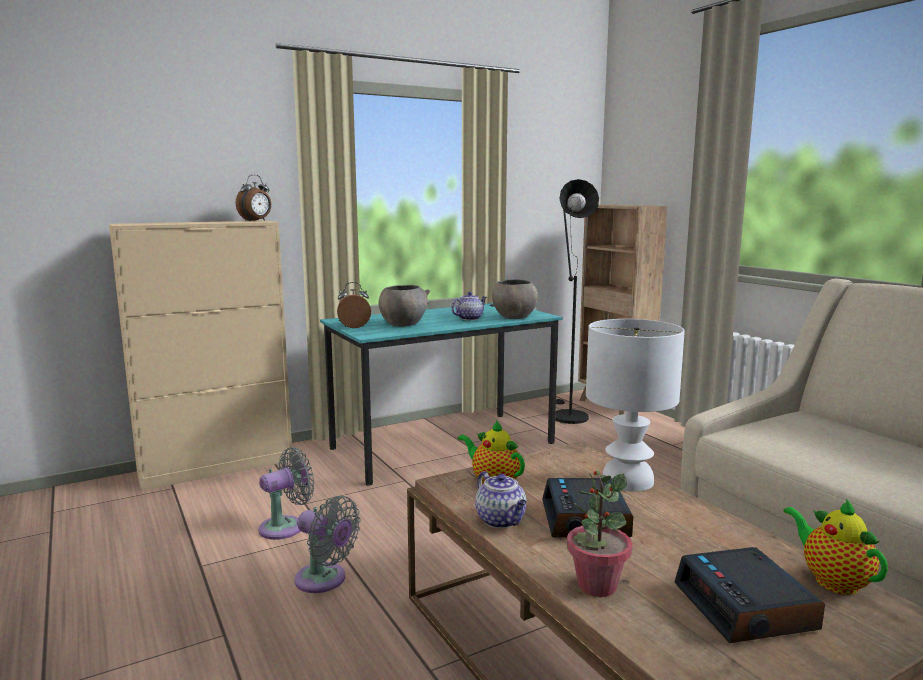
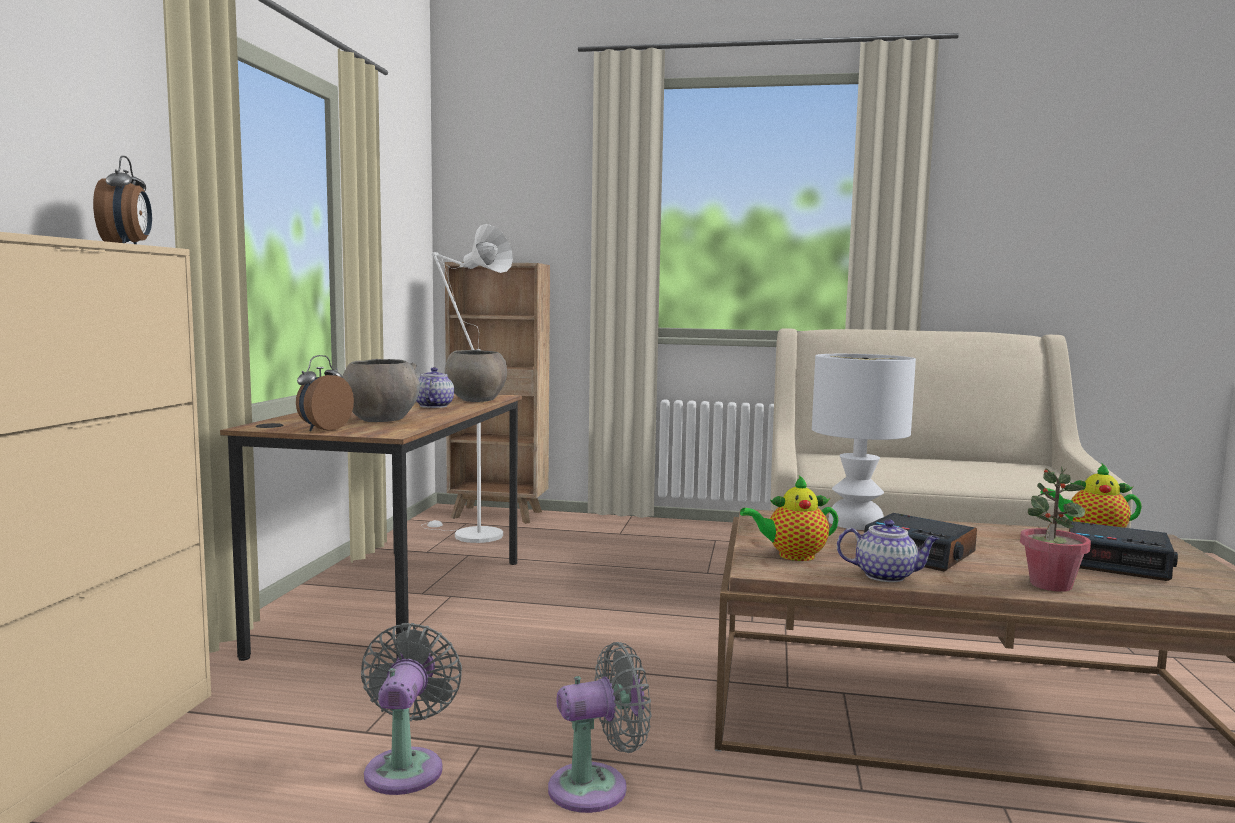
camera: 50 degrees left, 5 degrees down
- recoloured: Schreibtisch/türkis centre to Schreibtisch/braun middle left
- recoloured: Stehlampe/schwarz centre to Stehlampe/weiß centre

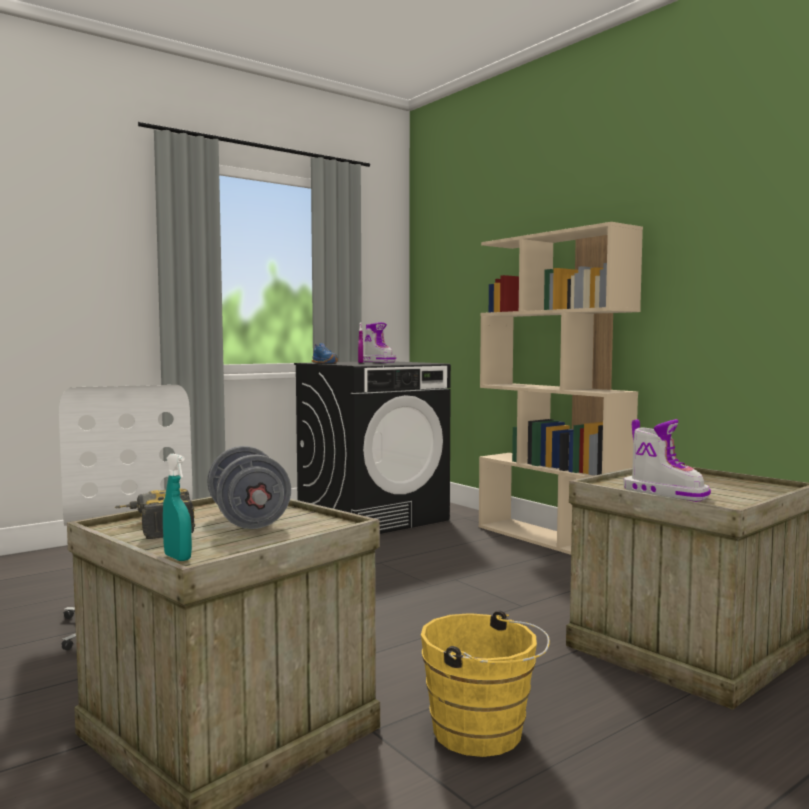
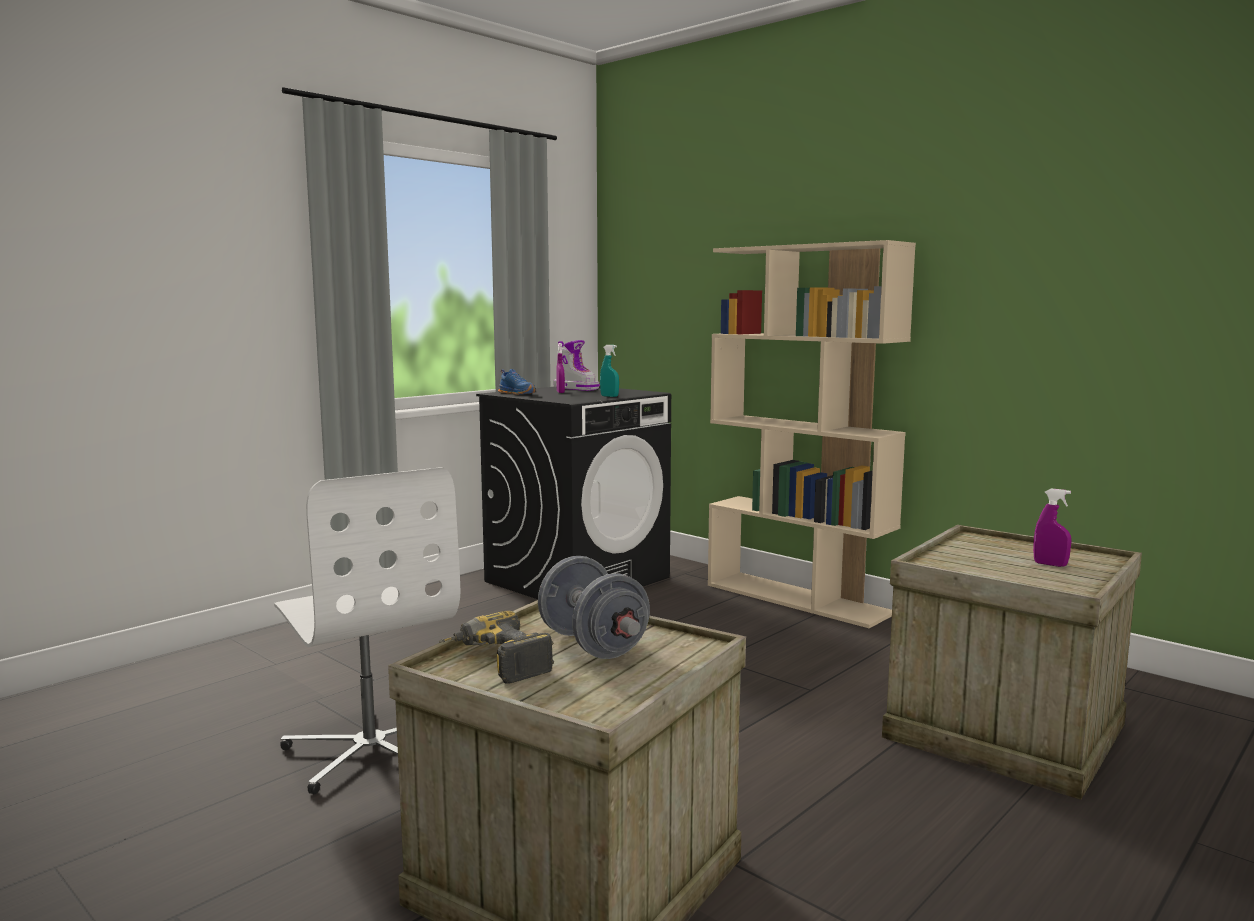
camera: 10 degrees left, 5 degrees up
- removed: Eimer/gelb bottom centre
- removed: Stiefel (2nd from left) middle right
- added: Sprühflasche/lila (2nd from left) middle right
- moved: Sprühflasche/türkis middle left to centre

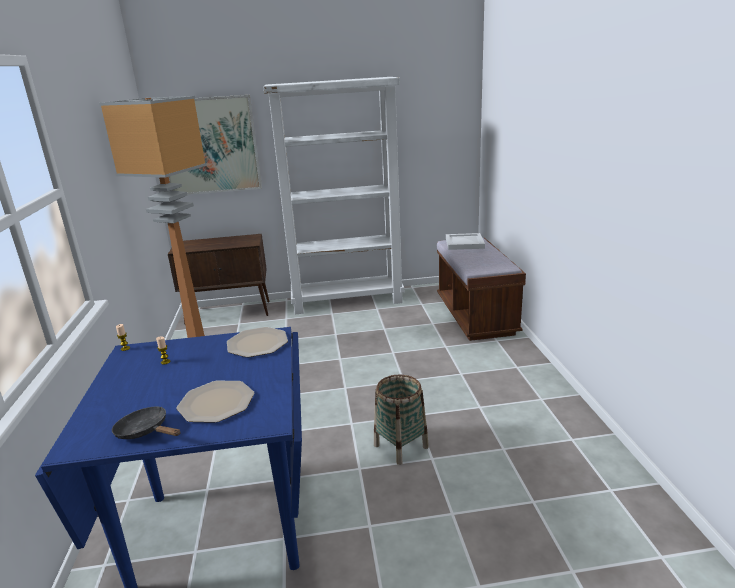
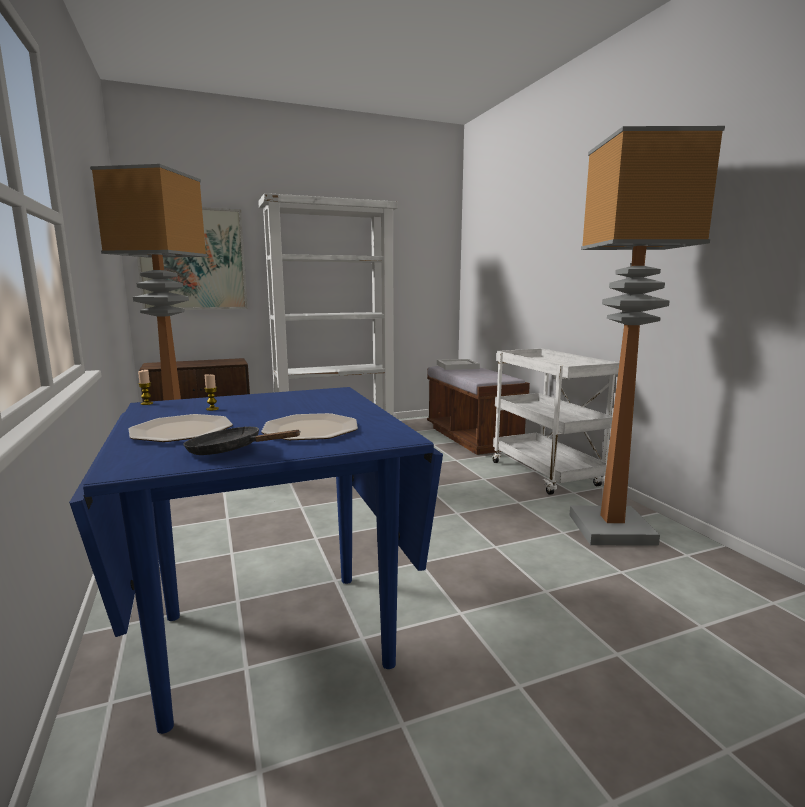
camera: 15 degrees left, 10 degrees down
- removed: Korb bottom centre
- added: Rollwagen/weiß middle right
- added: Stehlampe (2nd from left) middle right
- moved: Teller (2nd from left in the first image) centre to Teller (1st from left) middle left

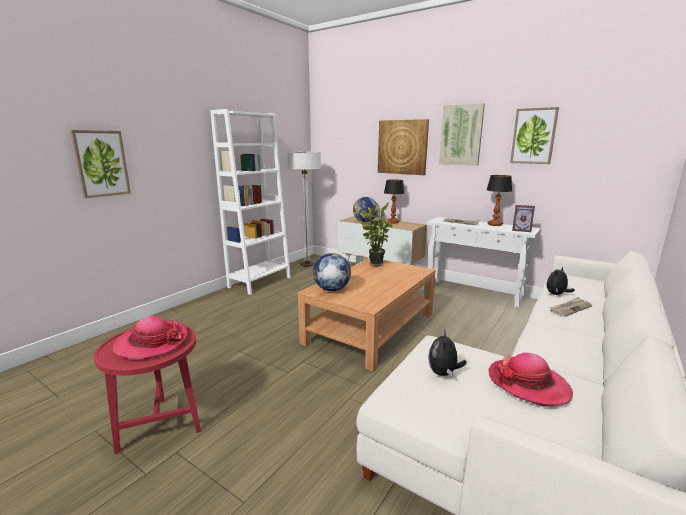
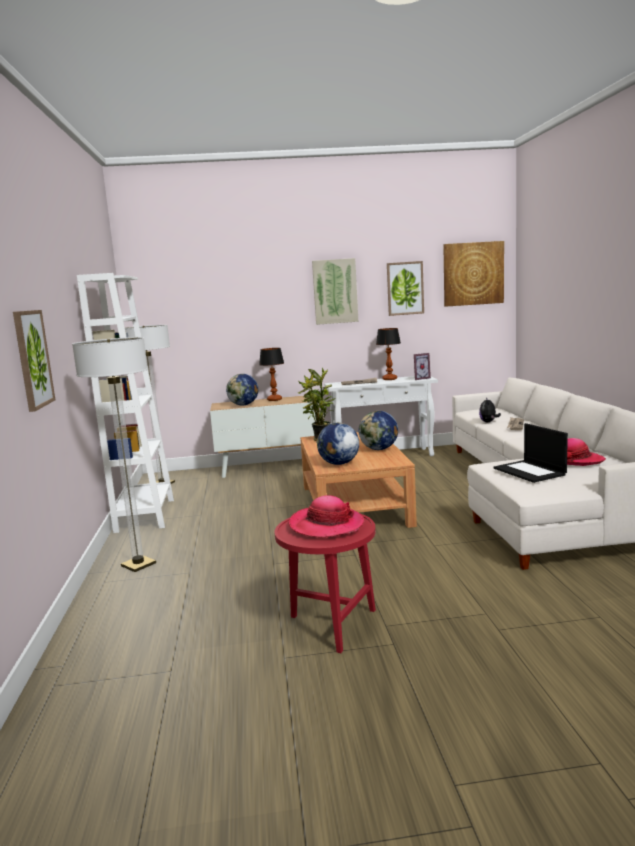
camera: 40 degrees left, 5 degrees down
- added: Stehlampe (1st from left) middle left
- added: Globus (3rd from left) centre
- moved: Bild (2nd from left in the first image) top centre to Bild (4th from left) top right
- replaced: Plüschtier (1st from left) bottom centre to Laptop middle right

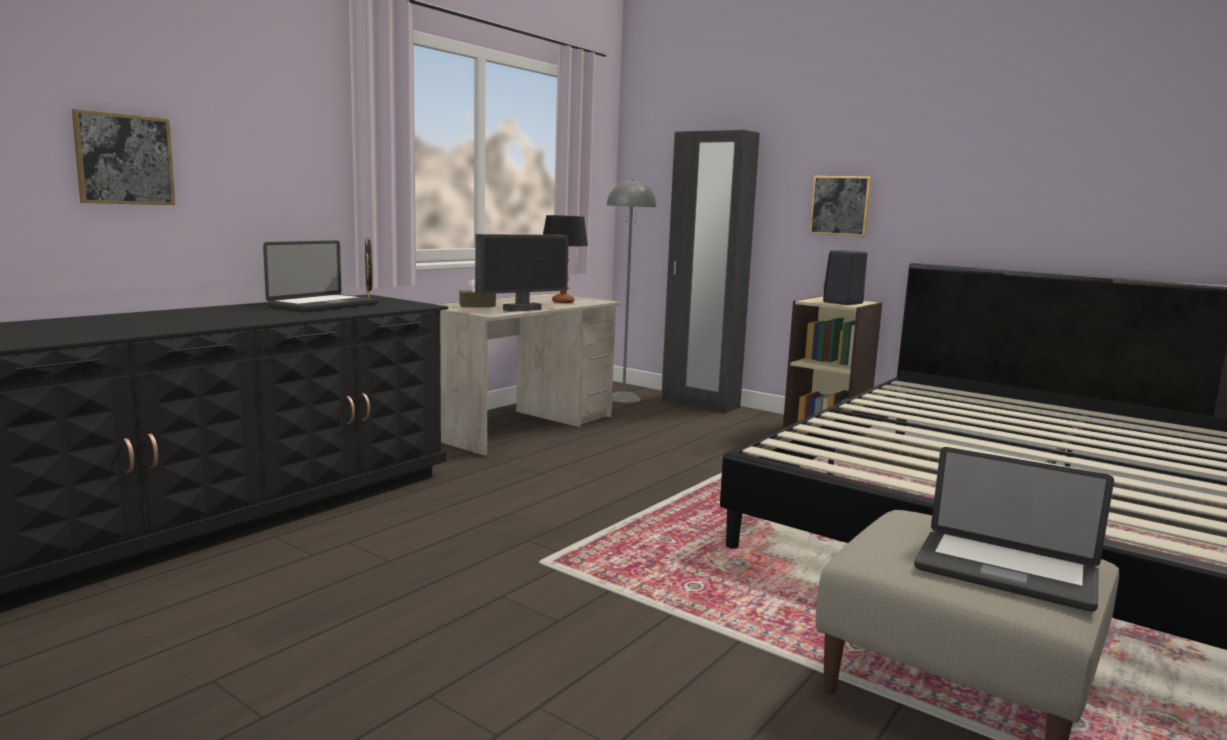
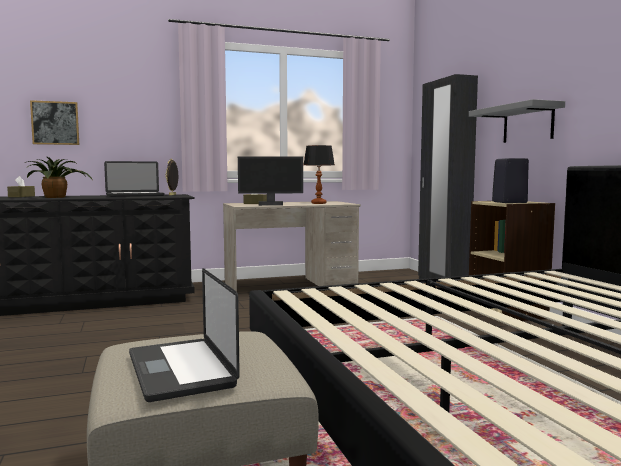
camera: 35 degrees right, 5 degrees down
- removed: Stehlampe/grau centre
- added: Taschentuchbox/braun (1st from left) middle left
- added: Topfpflanze middle left
- replaced: Bild (2nd from left) top right to Wandregal/grau top right

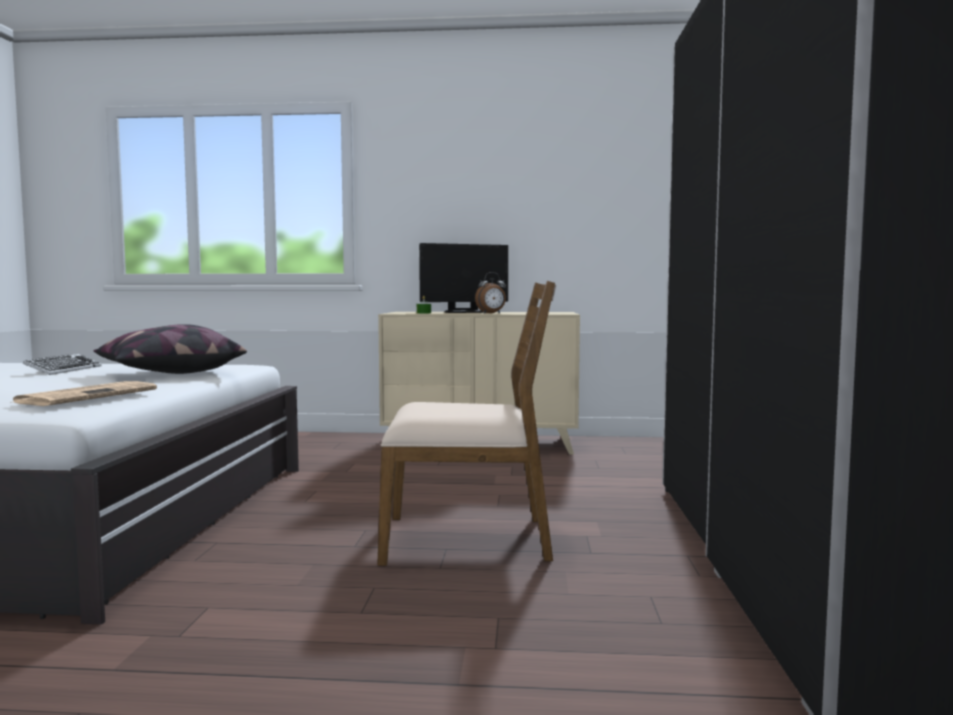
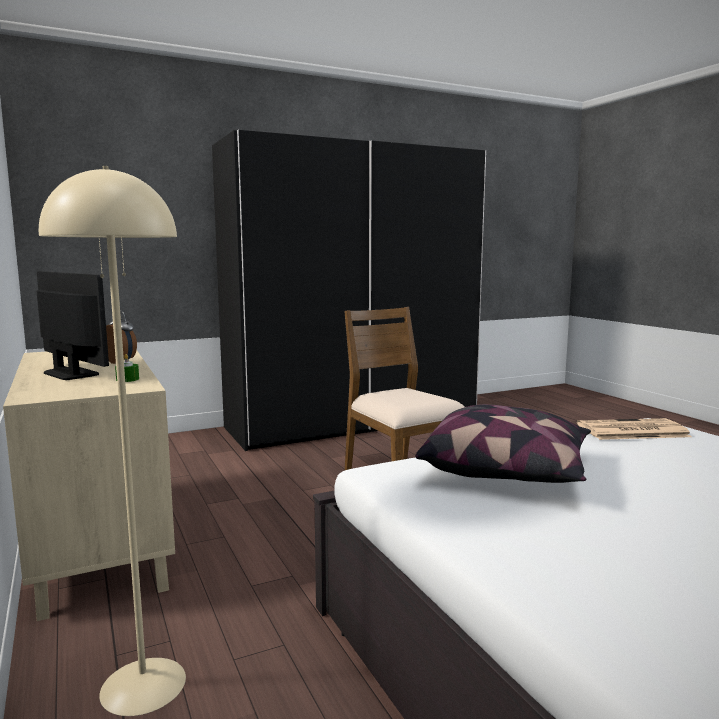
camera: 120 degrees left, 5 degrees up
- removed: Tastatur middle left
- added: Stehlampe/beige middle left

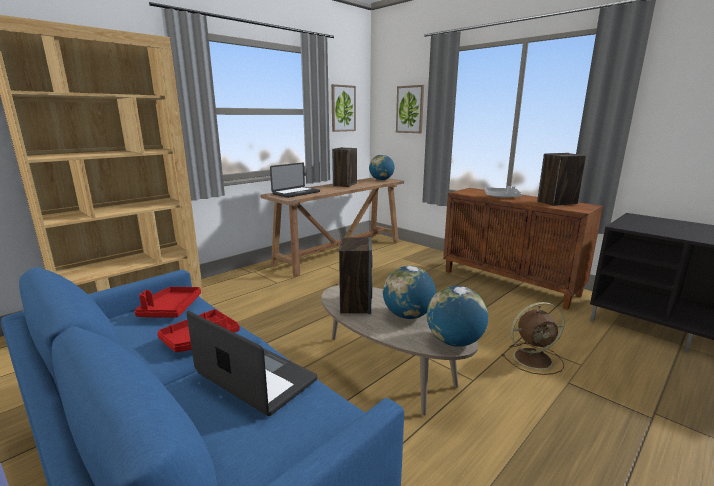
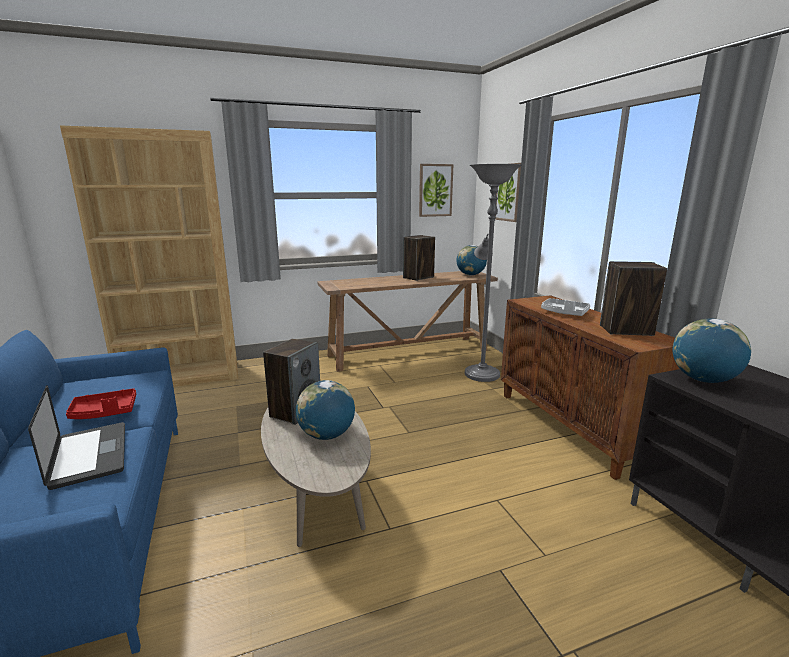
camera: 25 degrees right, 0 degrees up
- removed: Tablett/rot (1st from left) middle left
- removed: Laptop (2nd from left) centre
- removed: Ventilator/braun bottom right
- added: Stehlampe/grau centre
- moved: Globus (3rd from left) centre to middle right

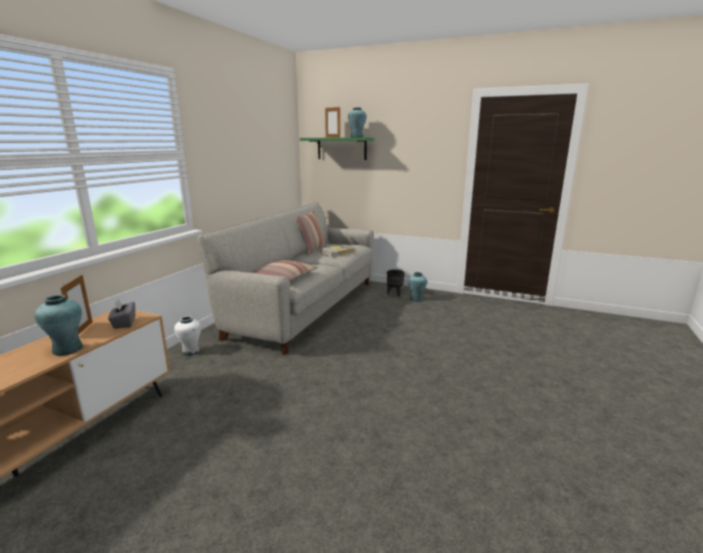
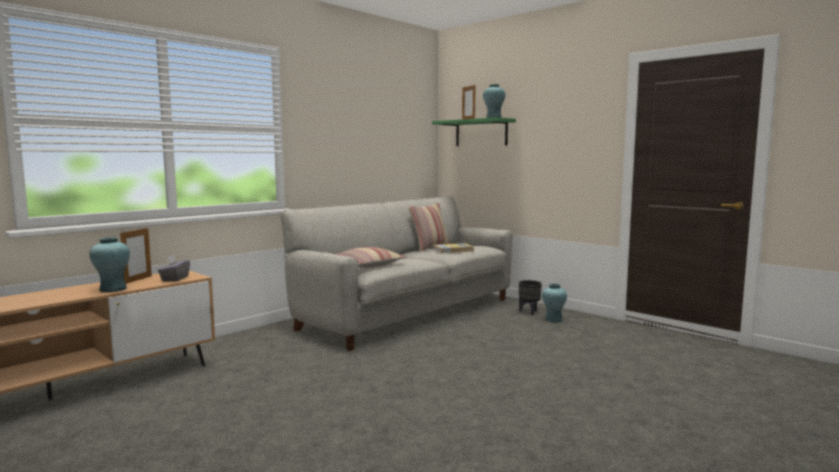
camera: 20 degrees right, 10 degrees down
- removed: Vase/weiß middle left

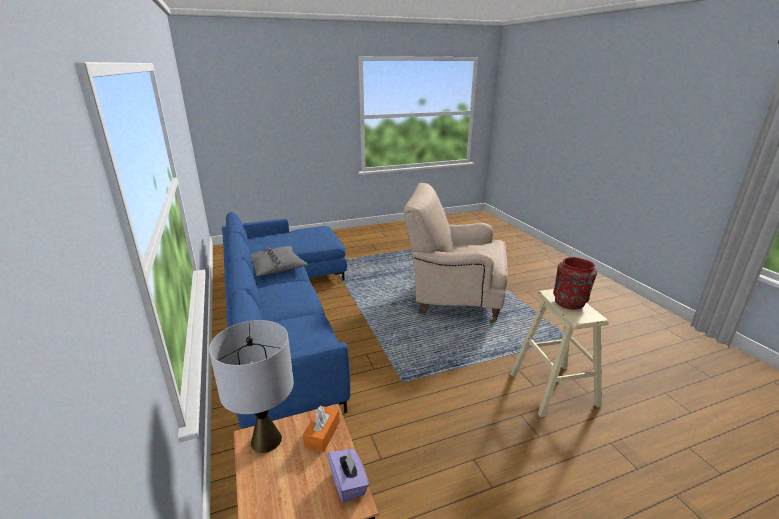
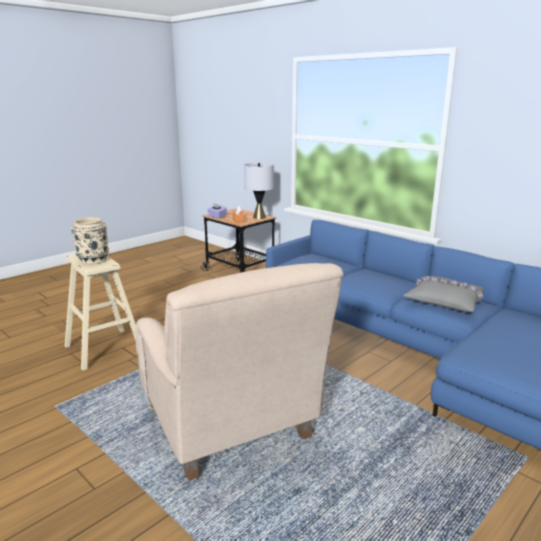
camera: 155 degrees right, 5 degrees down
- recoloured: Vase/rot middle right to Vase/beige middle left
- turned: Sessel/beige centre = bottom centre 75 degrees clockwise

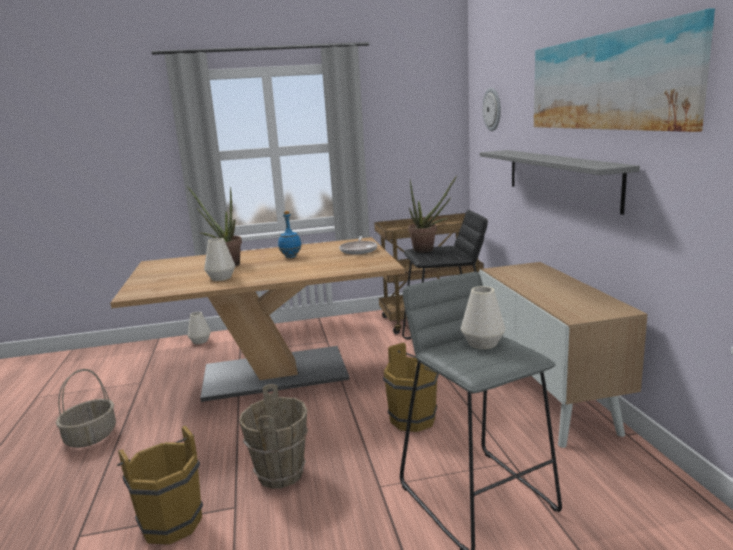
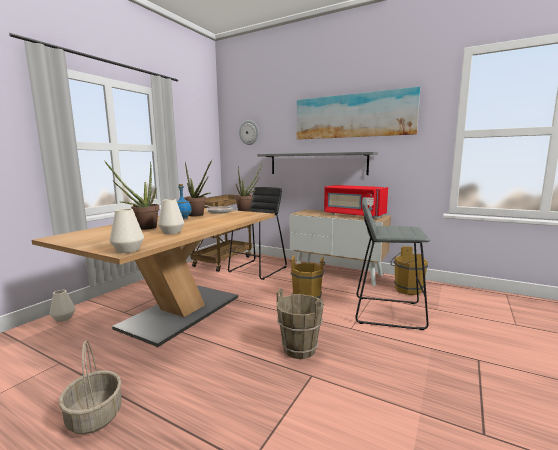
camera: 50 degrees left, 5 degrees down
- added: Topfpflanze (2nd from left) centre
- added: Mikrowelle/rot centre
- moved: Eimer/braun (1st from left in the first image) bottom left to Eimer/braun (3rd from left) middle right
- moved: Vase/weiß (3rd from left in the first image) centre to Vase/weiß (2nd from left) middle left

